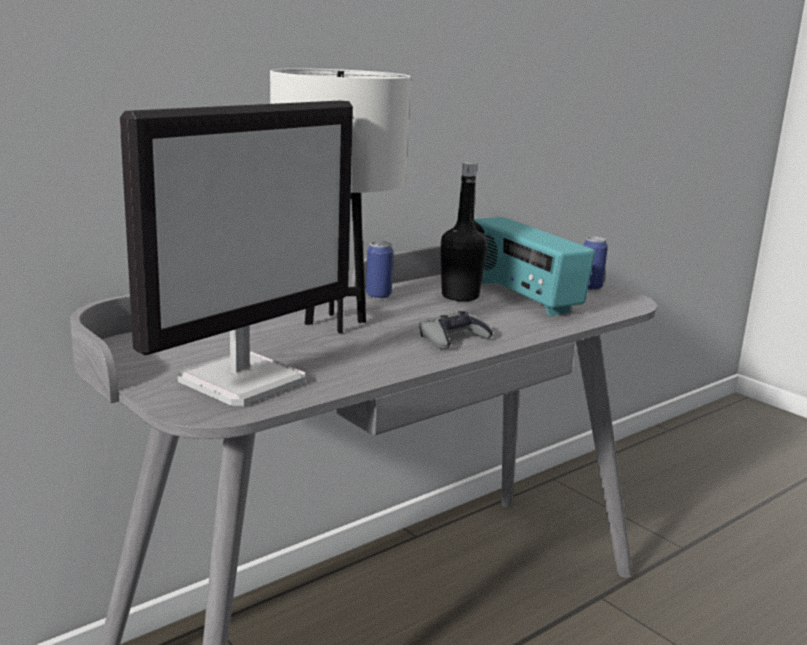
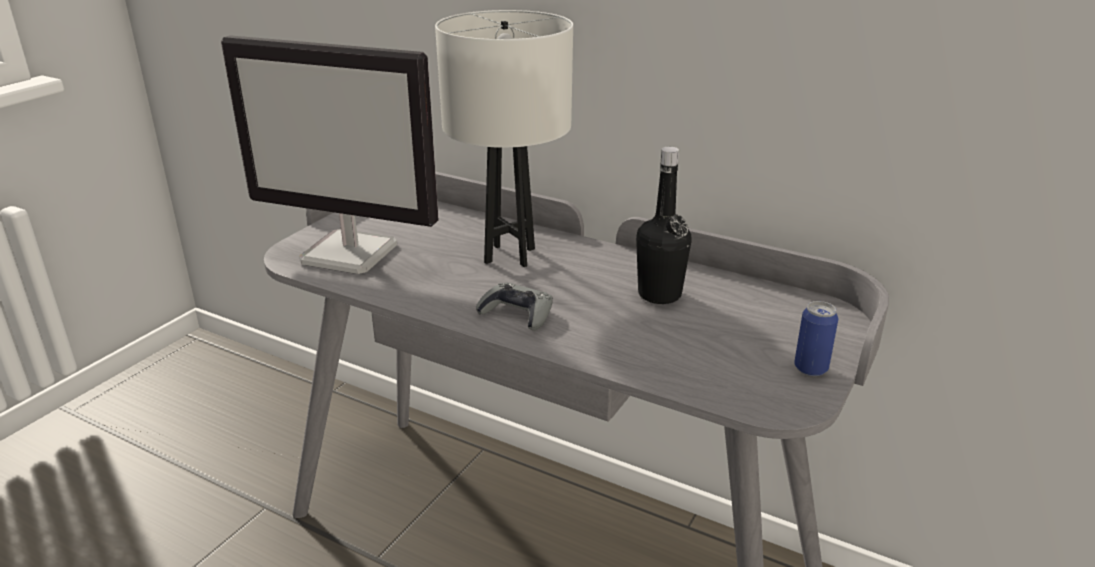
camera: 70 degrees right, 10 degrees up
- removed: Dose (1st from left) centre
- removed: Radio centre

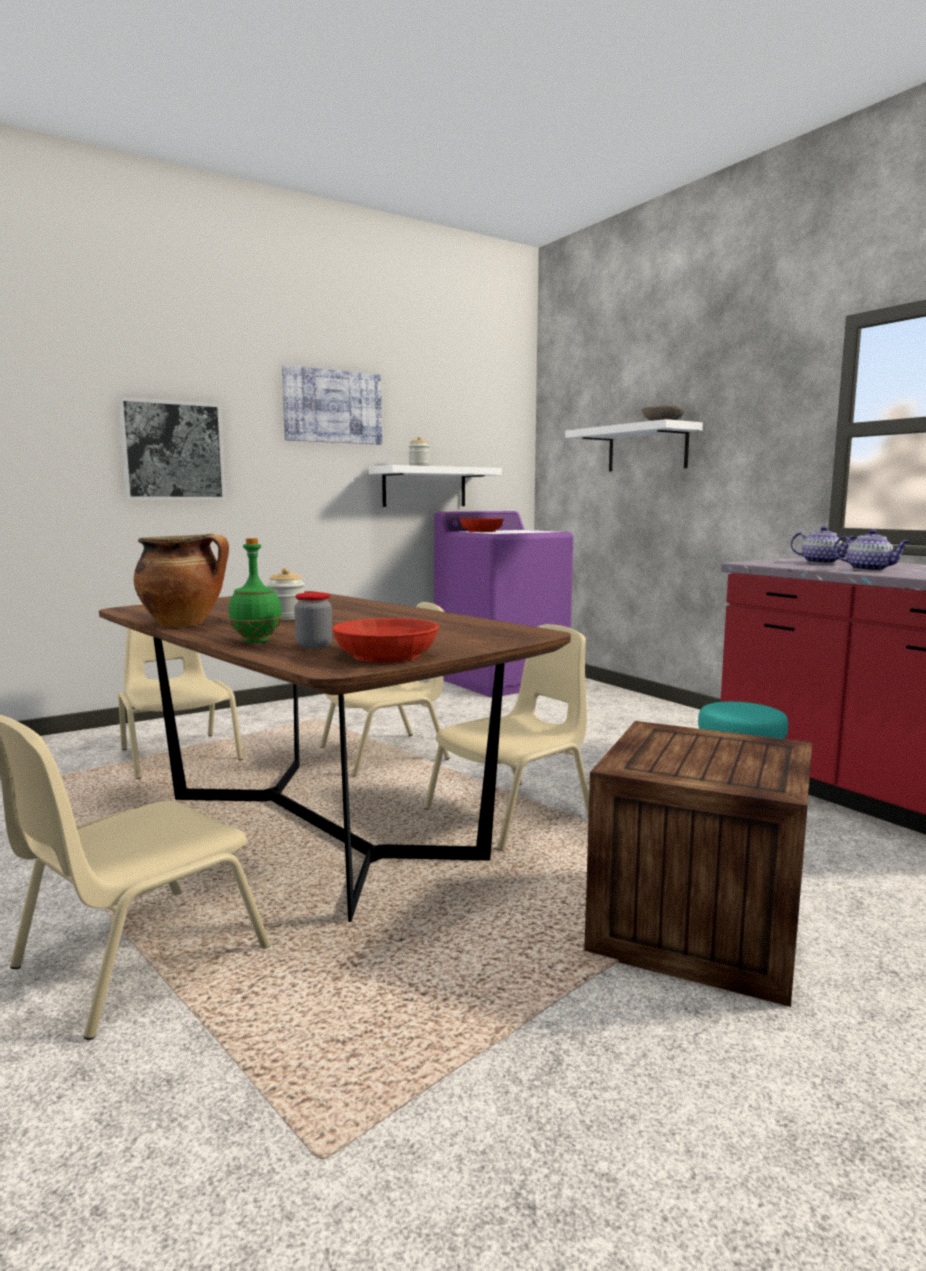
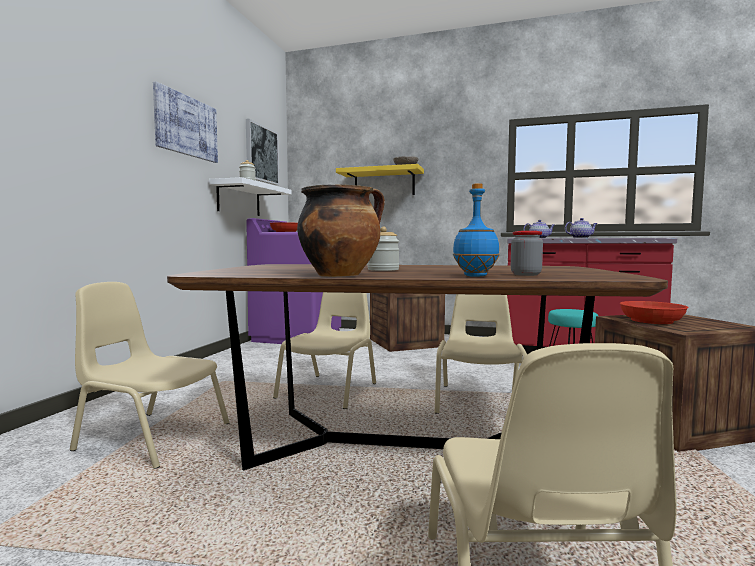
camera: 40 degrees left, 5 degrees down
- added: Kiste (1st from left) centre
- moved: Bild (1st from left in the first image) middle left to Bild (2nd from left) top centre
- moved: Schüssel/rot (1st from left in the first image) centre to Schüssel/rot (2nd from left) middle right
- recoloured: Flasche/grün middle left to Flasche/blau centre
- recoloured: Wandregal/weiß (2nd from left) middle right to Wandregal/gelb top centre

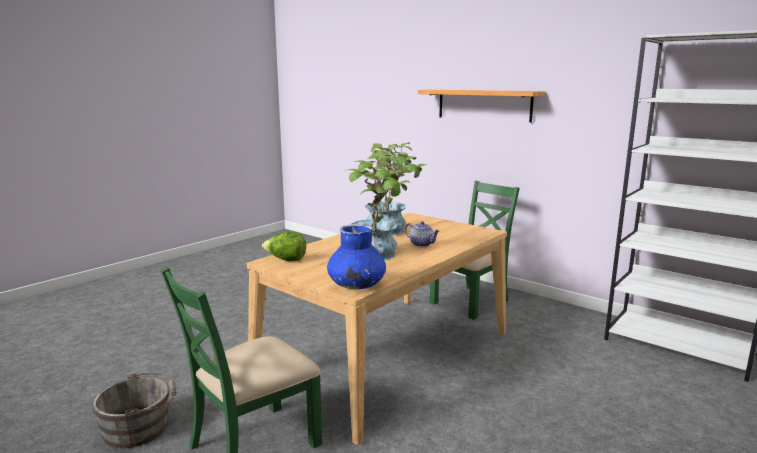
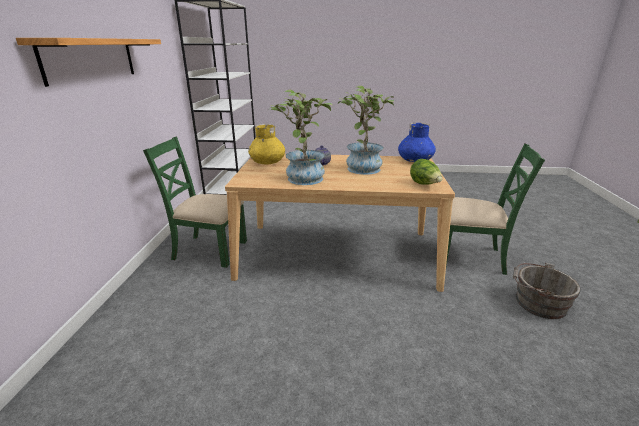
camera: 125 degrees left, 10 degrees up
- added: Vase/gelb centre

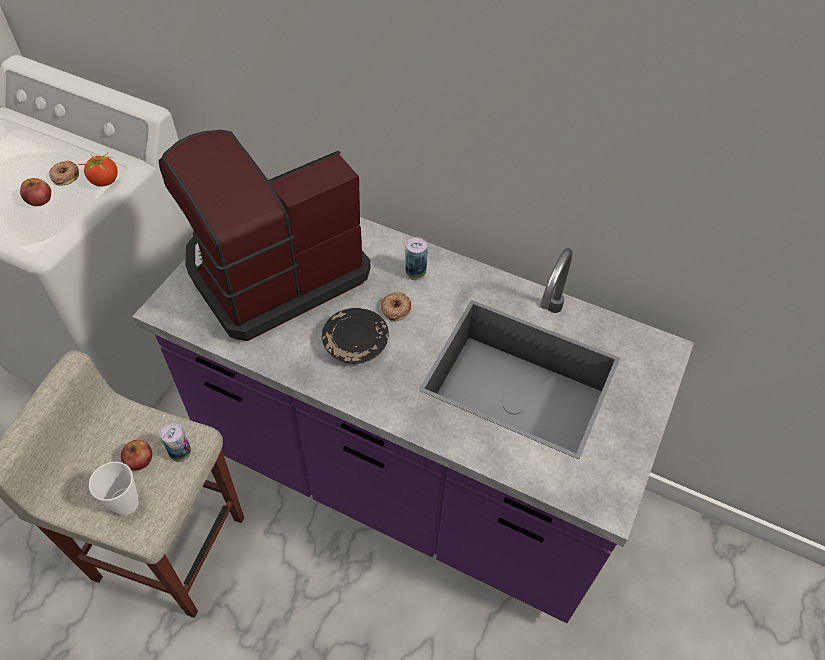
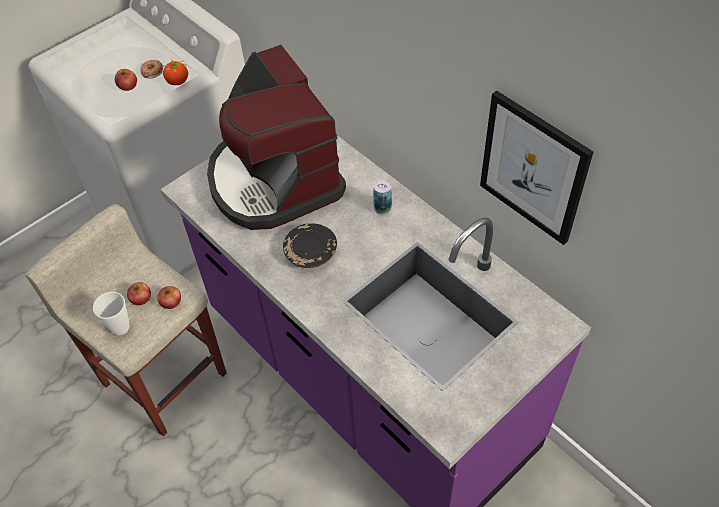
camera: 25 degrees right, 0 degrees up
- removed: Donut (2nd from left) centre
- added: Bild top right
- replaced: Dose (1st from left) bottom left to Apfel (3rd from left) middle left
- turned: Kaffeemaschine middle left = top centre 105 degrees counterclockwise

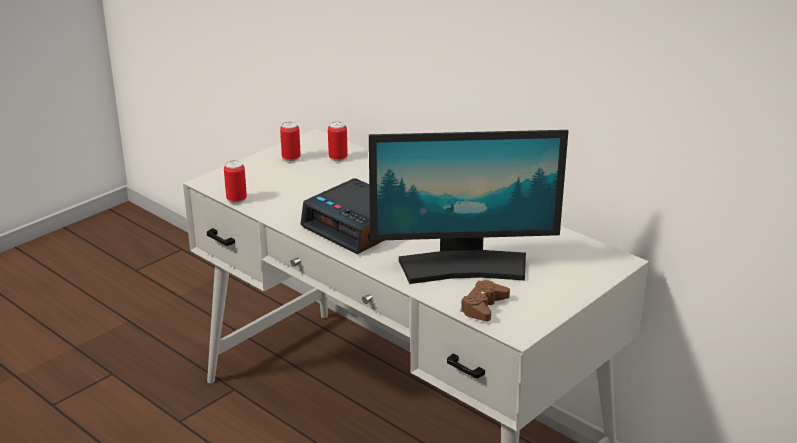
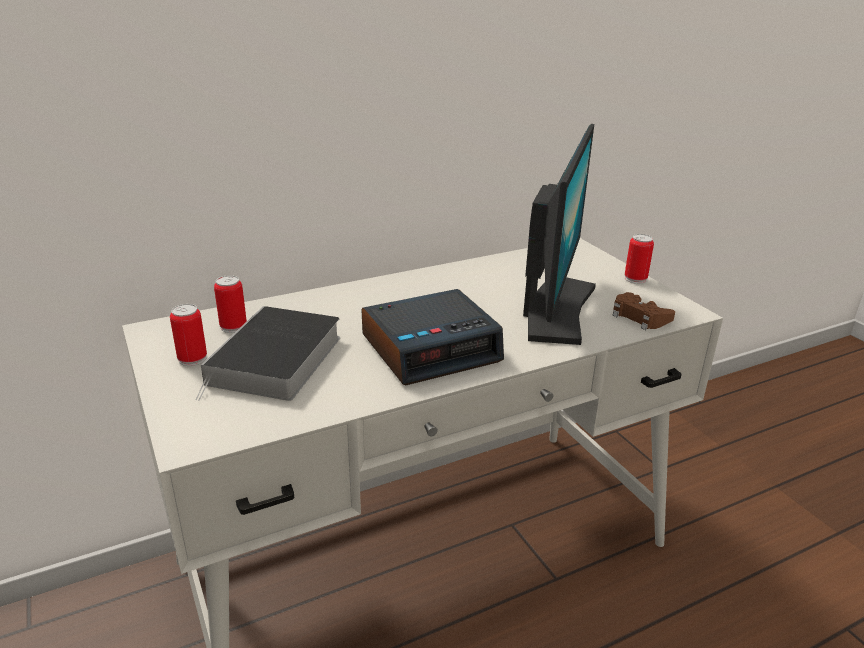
camera: 70 degrees left, 0 degrees up
- added: Buch middle left
- moved: Dose (1st from left in the first image) middle left to Dose (3rd from left) middle right

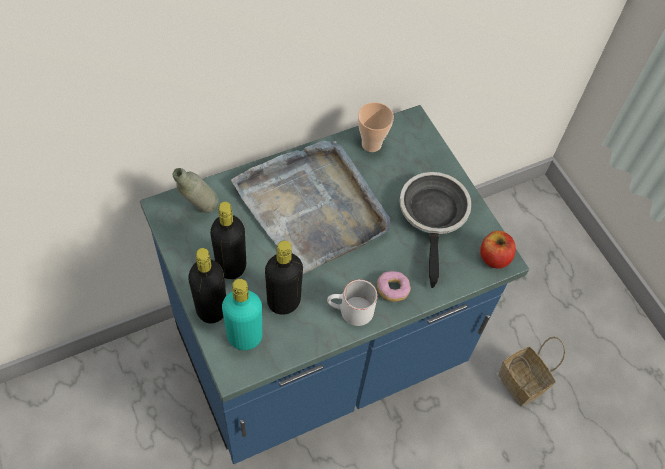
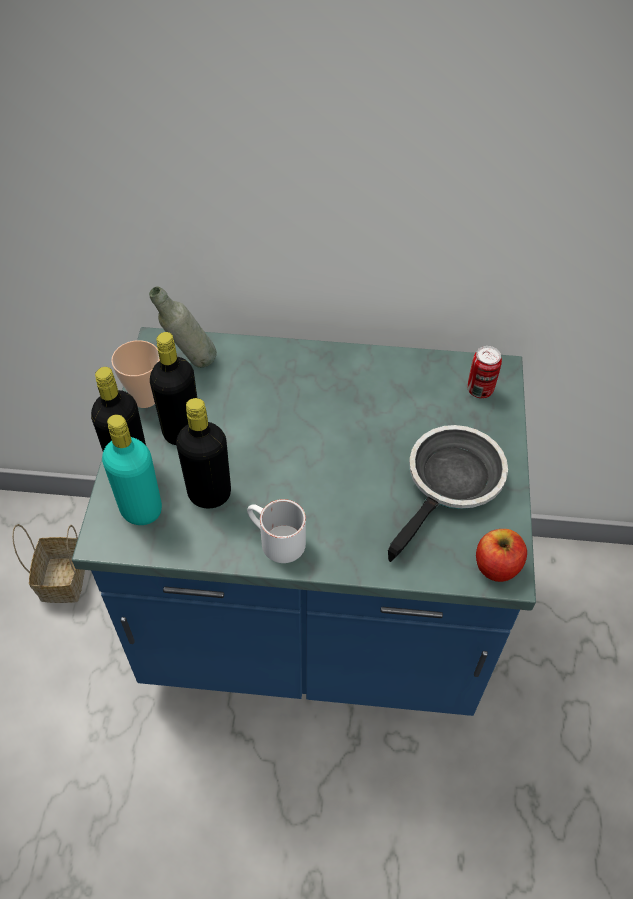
camera: 35 degrees right, 5 degrees down
- removed: Tablett/grau centre
- removed: Donut centre
- added: Dose middle right
- moved: Tasse top centre to middle left
- moved: Korb bottom right to middle left

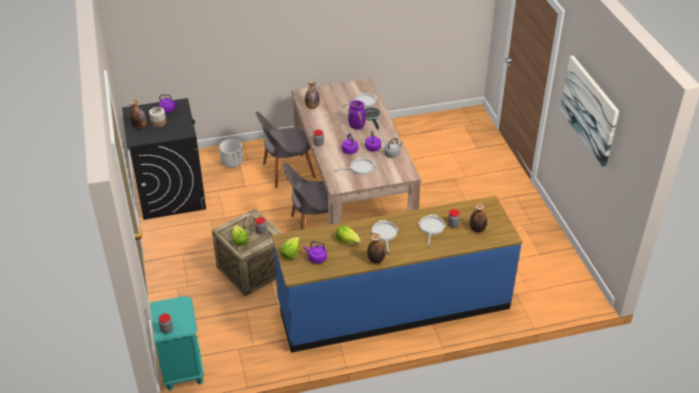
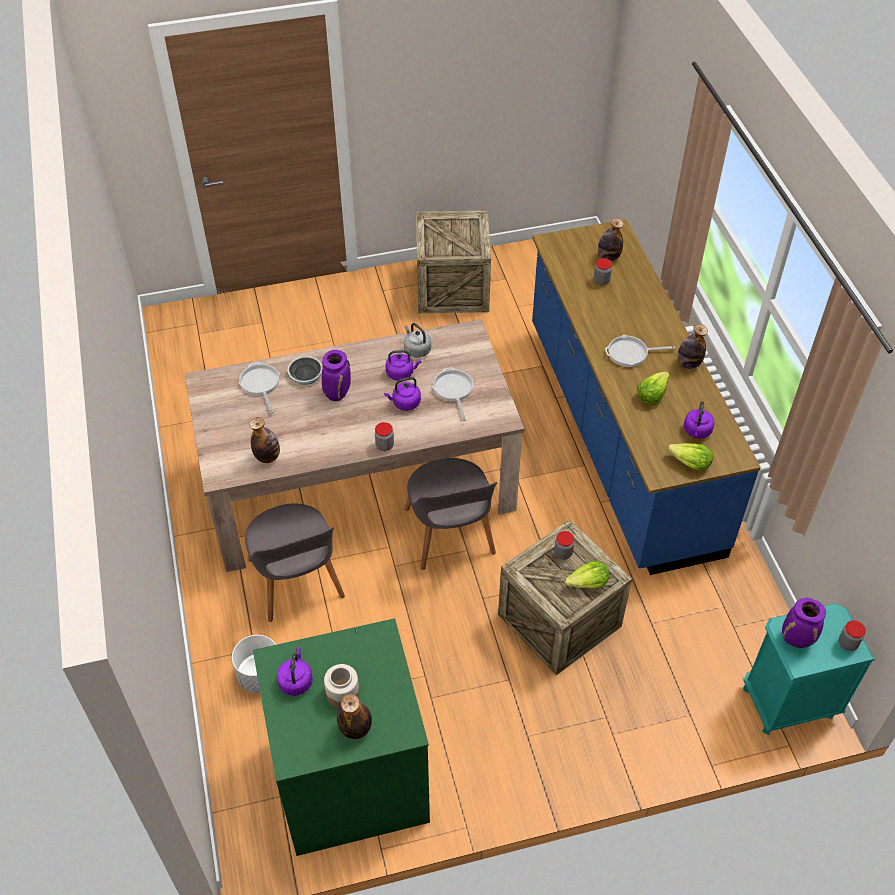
camera: 90 degrees left, 10 degrees up
- removed: Pfanne (5th from left) centre
- removed: Bild top right
- added: Kiste (1st from left) top centre
- added: Vase/lila (2nd from left) bottom right
- recoloured: Waschmaschine/schwarz middle left to Waschmaschine/grün bottom centre

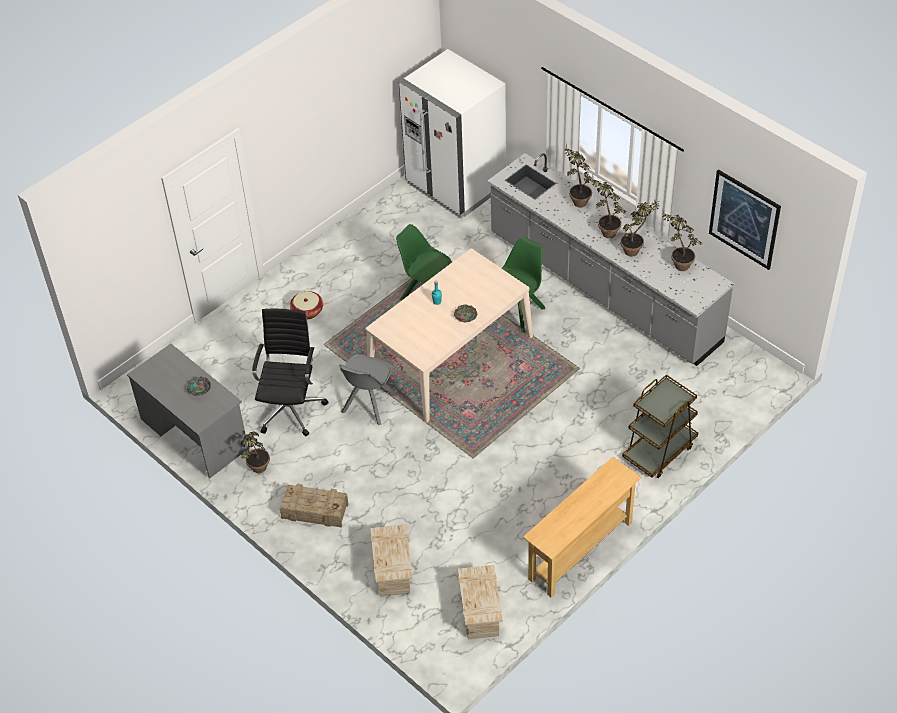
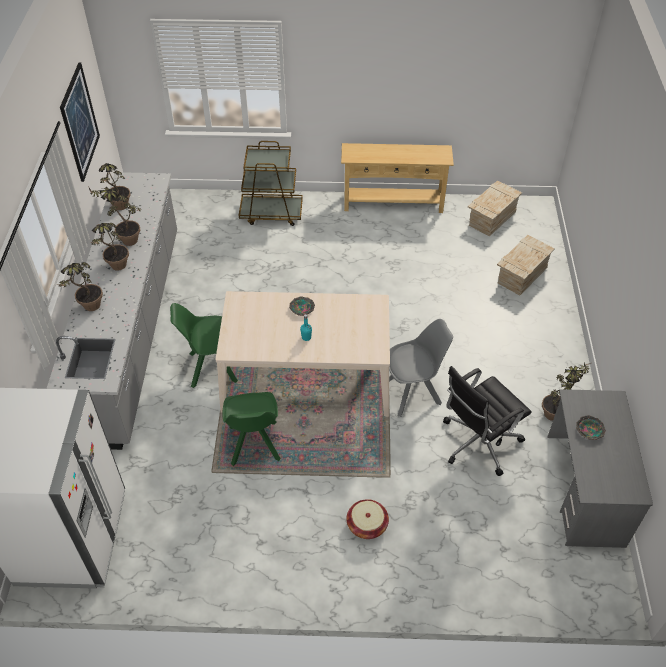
camera: 135 degrees left, 0 degrees up
- removed: Kiste (1st from left) bottom centre

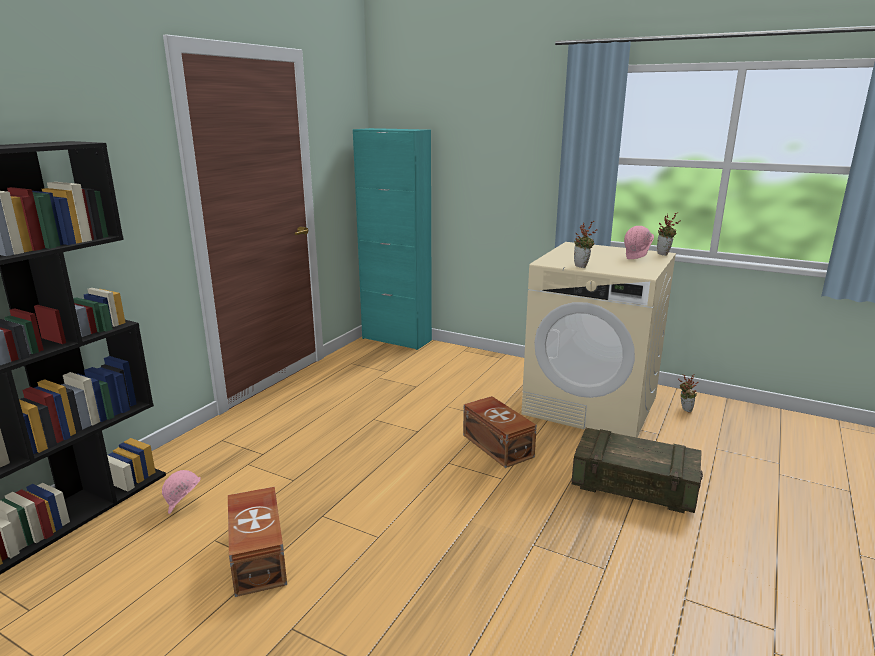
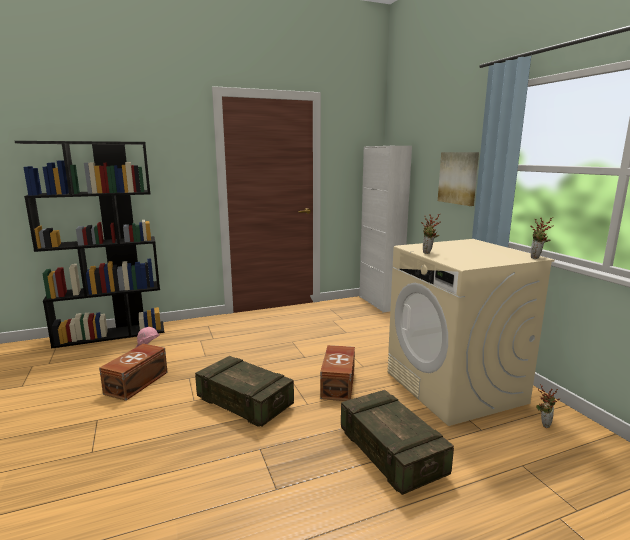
camera: 40 degrees right, 5 degrees down
- removed: Schutzhelm/rosa (2nd from left) middle right
- added: Kiste (1st from left) bottom centre
- added: Bild top right
- recoloured: Schrank/türkis centre to Schrank/weiß centre

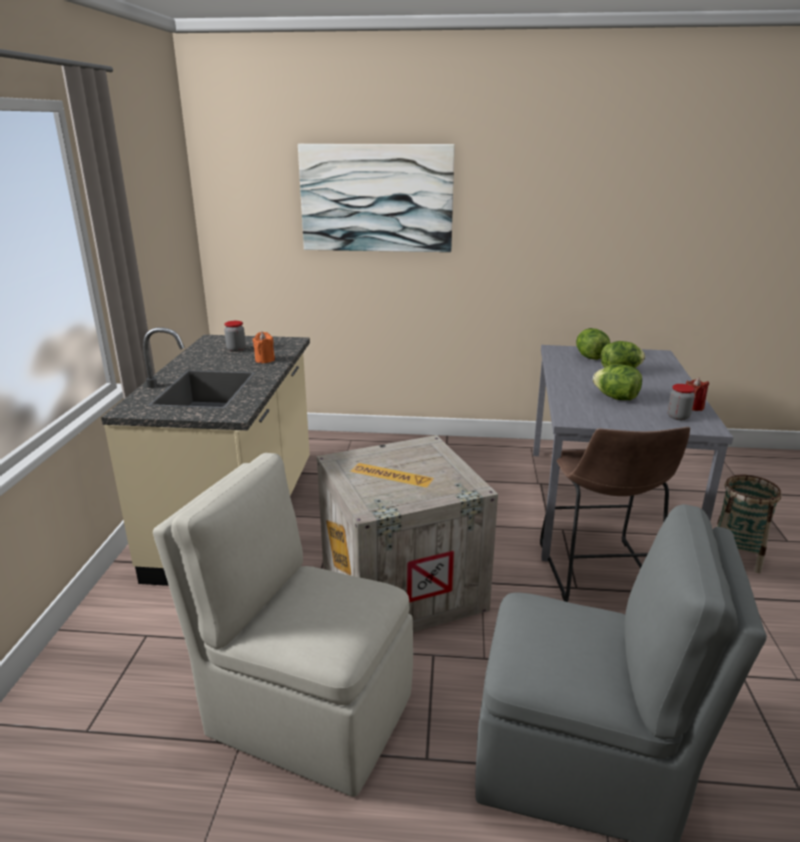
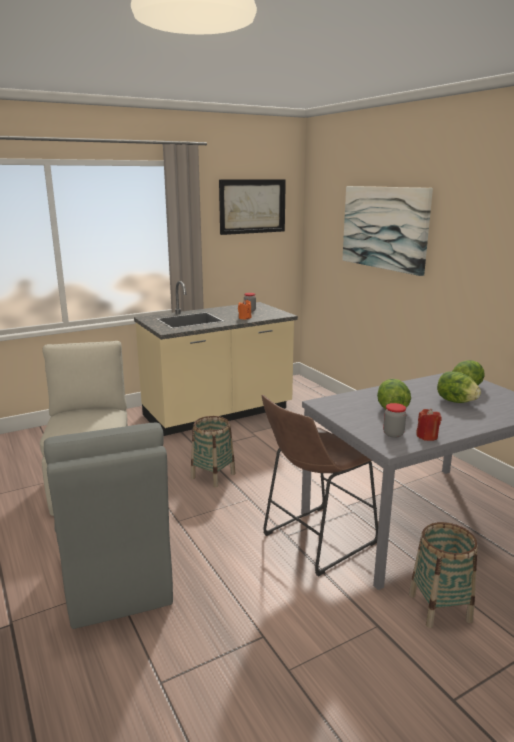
camera: 55 degrees right, 5 degrees down
- added: Bild (1st from left) top centre
- replaced: Kiste centre to Korb (1st from left) centre

